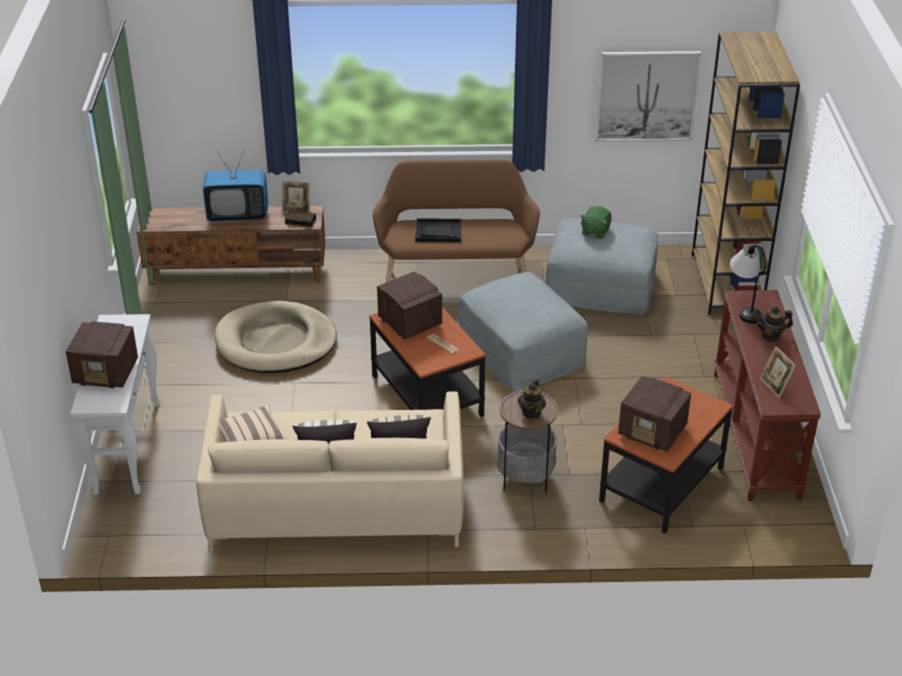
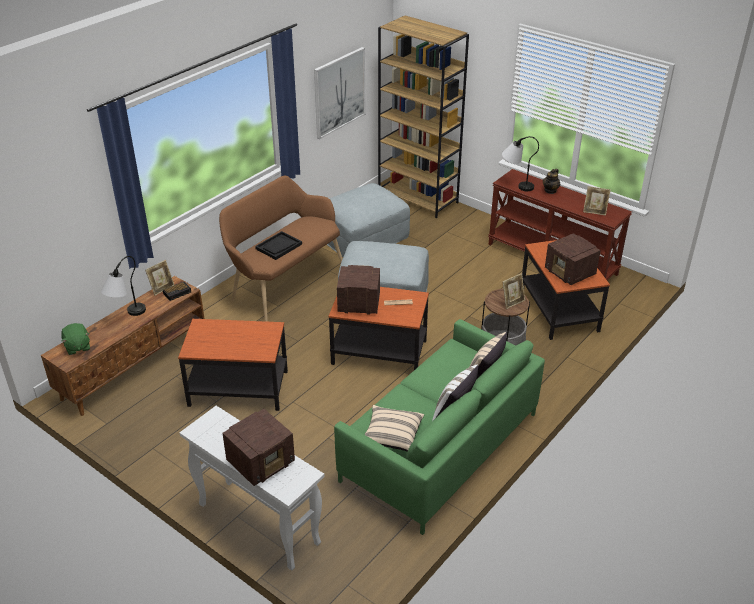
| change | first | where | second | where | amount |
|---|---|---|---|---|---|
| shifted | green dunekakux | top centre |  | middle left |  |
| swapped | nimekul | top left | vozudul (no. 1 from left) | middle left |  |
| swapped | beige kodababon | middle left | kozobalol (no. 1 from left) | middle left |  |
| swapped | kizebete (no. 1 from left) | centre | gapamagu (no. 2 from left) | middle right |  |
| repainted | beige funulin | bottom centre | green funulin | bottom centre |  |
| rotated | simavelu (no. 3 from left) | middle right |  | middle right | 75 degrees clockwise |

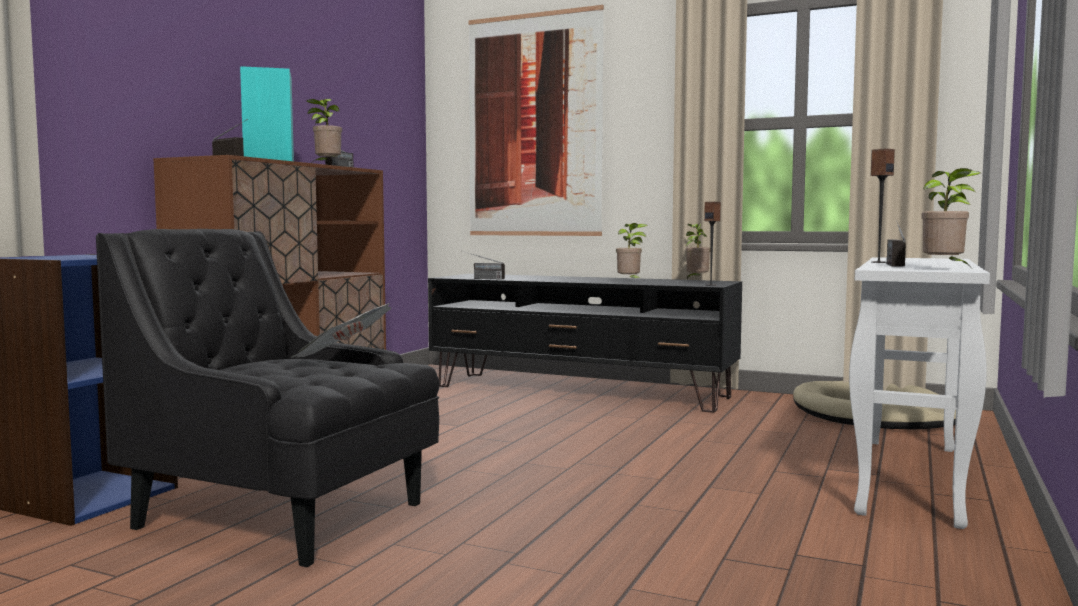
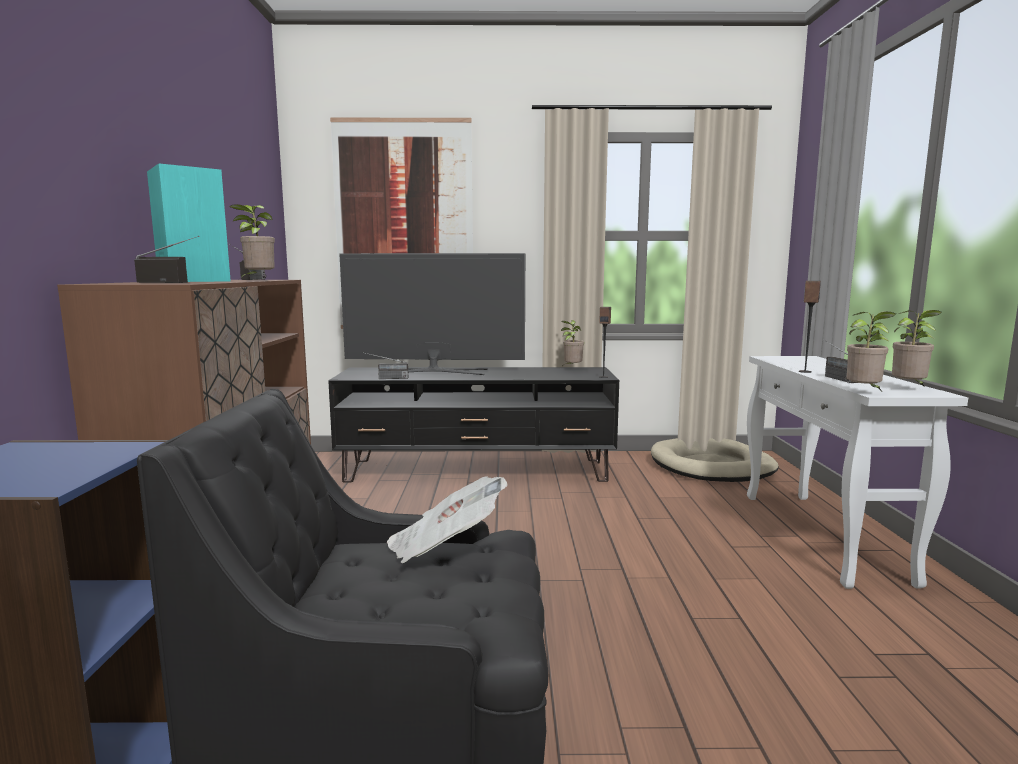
| change | first | where | second | where | amount |
|---|---|---|---|---|---|
| new |  |  | nimekul | centre |  |
| shifted | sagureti (no. 2 from left in the first image) | centre | sagureti (no. 3 from left) | middle right |  |

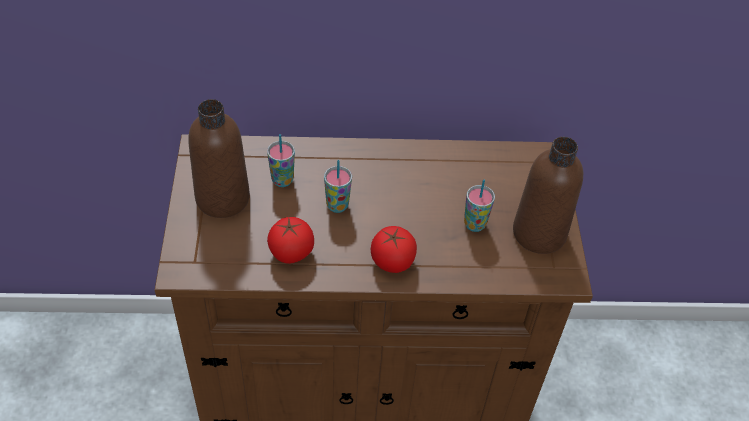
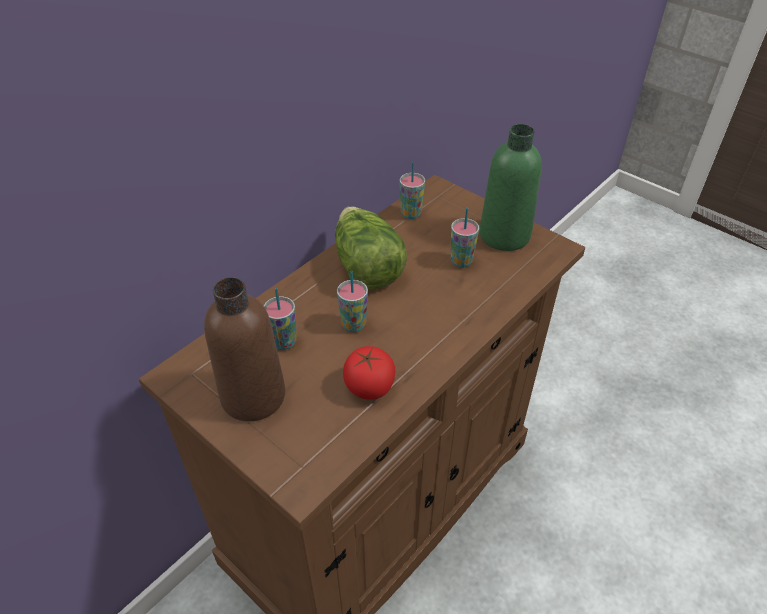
| change | first | where | second | where | amount |
|---|---|---|---|---|---|
| gone | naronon (no. 2 from left) | centre |  |  |  |
| new |  |  | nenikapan | centre |  |
| new |  |  | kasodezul (no. 3 from left) | top centre |  |
| repainted | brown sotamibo (no. 2 from left) | middle right | green sotamibo | top centre |  |

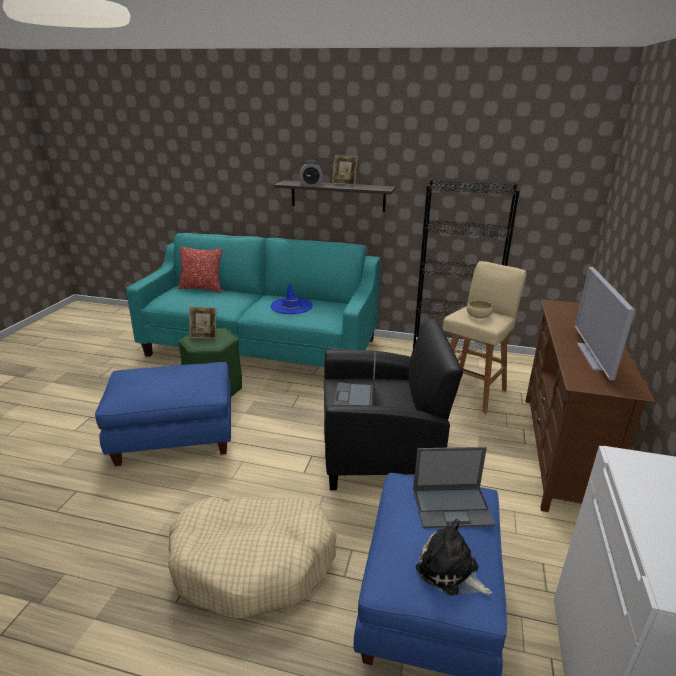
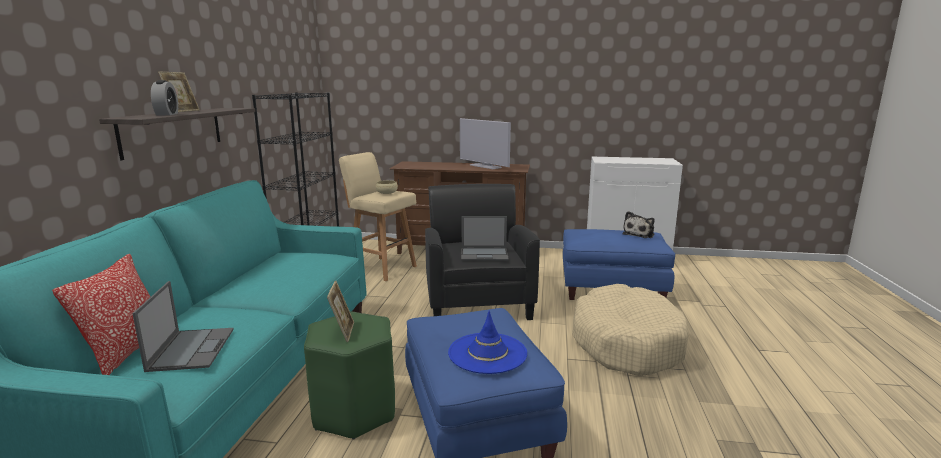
| change | first | where | second | where | amount |
|---|---|---|---|---|---|
| shifted | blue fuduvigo | centre |  | bottom centre |  |
| shifted | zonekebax (no. 2 from left in the first image) | bottom right | zonekebax (no. 1 from left) | bottom left |  |
| rotated | nimekul | middle right |  | top centre | 45 degrees clockwise |

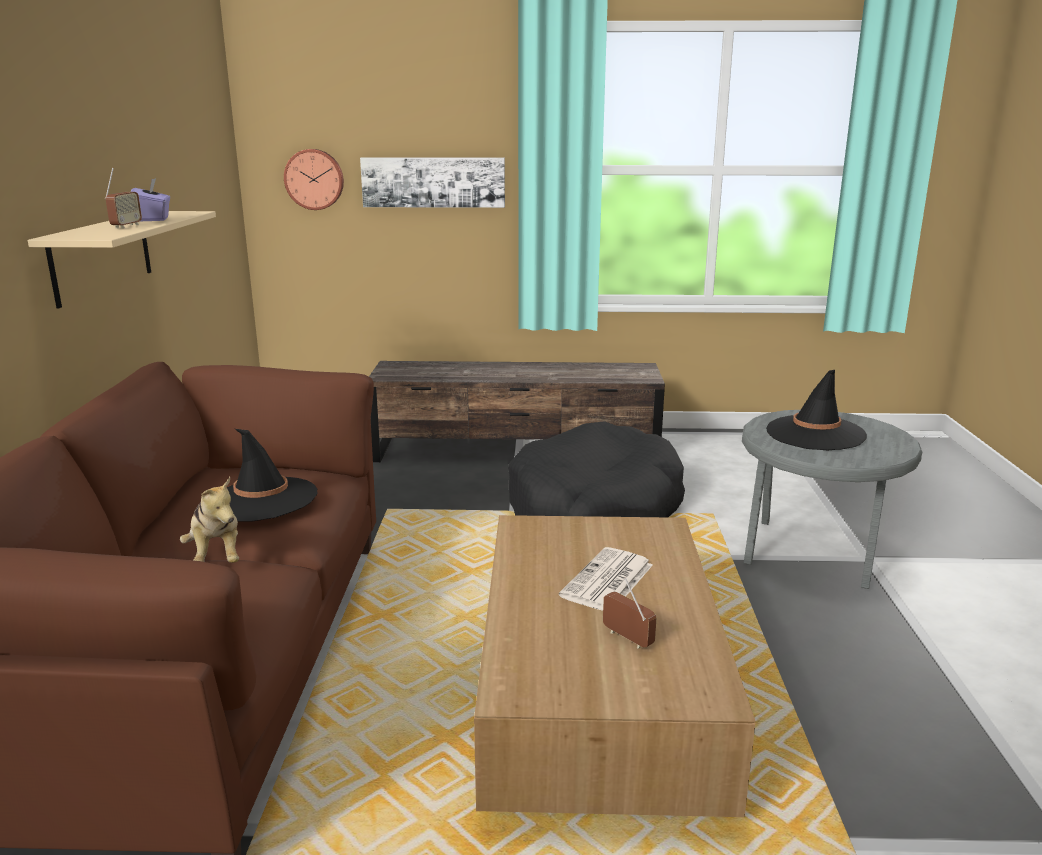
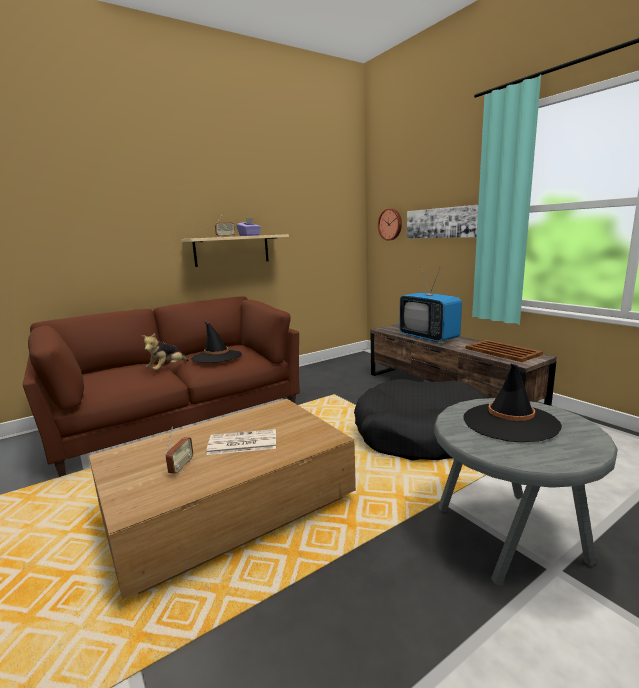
| change | first | where | second | where | amount |
|---|---|---|---|---|---|
| new |  |  | nimekul | middle right |  |
| new |  |  | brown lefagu | middle right |  |

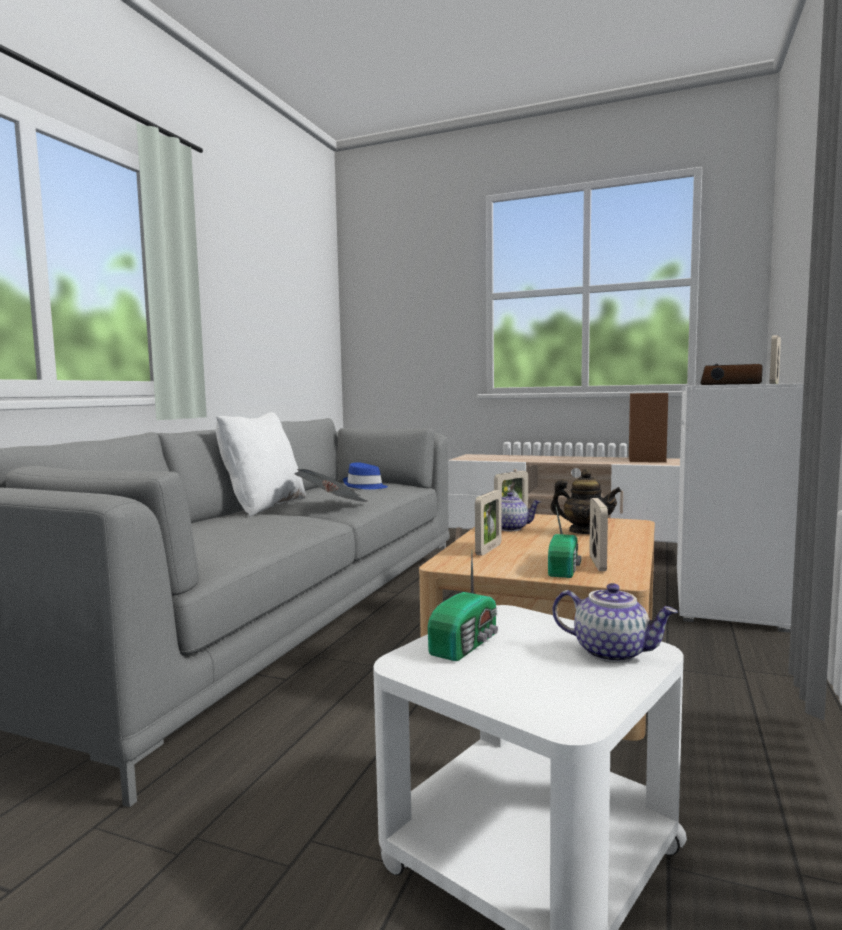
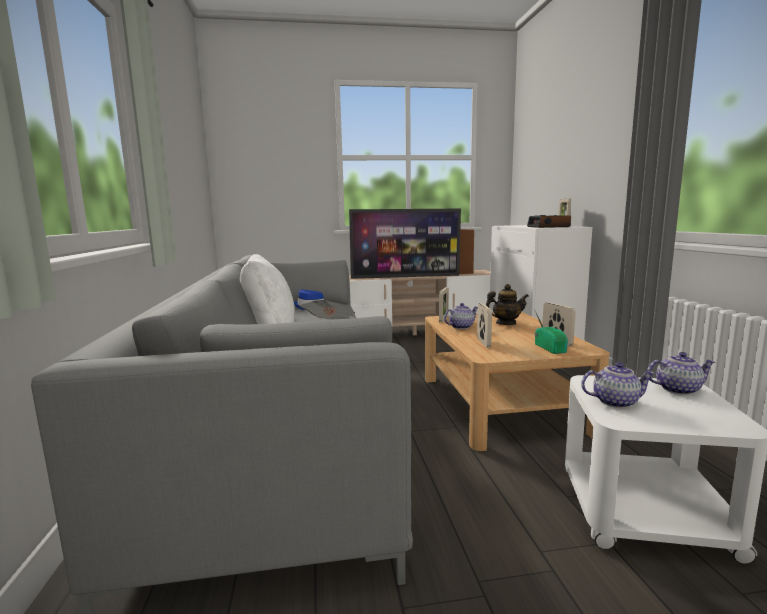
| change | first | where | second | where | amount |
|---|---|---|---|---|---|
| new |  |  | nimekul | centre |  |
| swapped | simavelu (no. 1 from left) | centre | kizebete (no. 3 from left) | middle right |  |

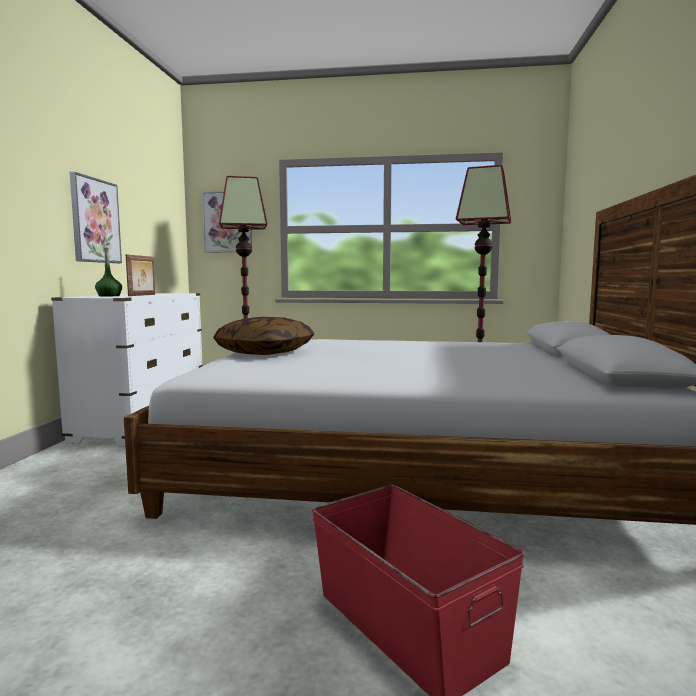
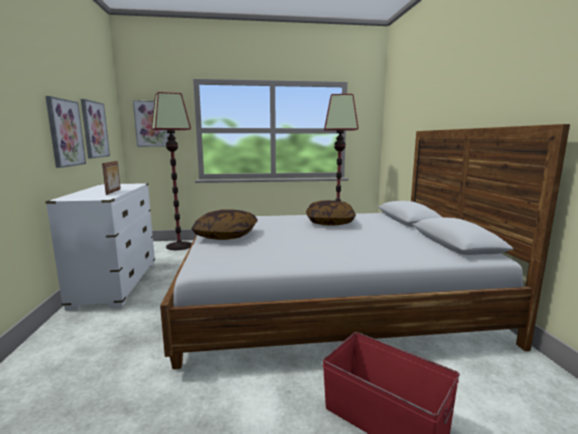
| change | first | where | second | where | amount |
|---|---|---|---|---|---|
| gone | green sotamibo | middle left |  |  |  |
| new |  |  | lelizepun (no. 2 from left) | top left |  |
| new |  |  | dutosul (no. 2 from left) | centre |  |

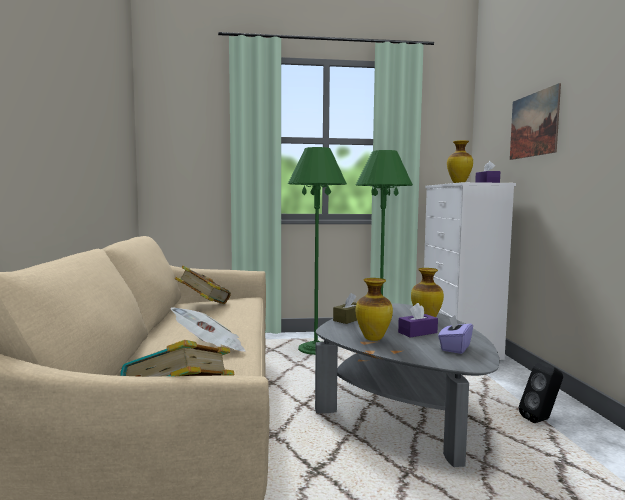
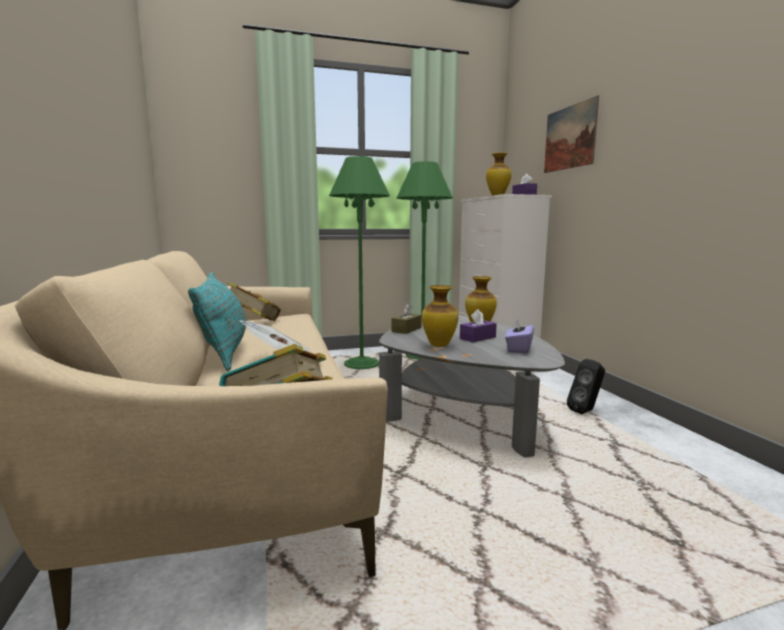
| change | first | where | second | where | amount |
|---|---|---|---|---|---|
| new |  |  | turquoise dutosul | middle left |  |

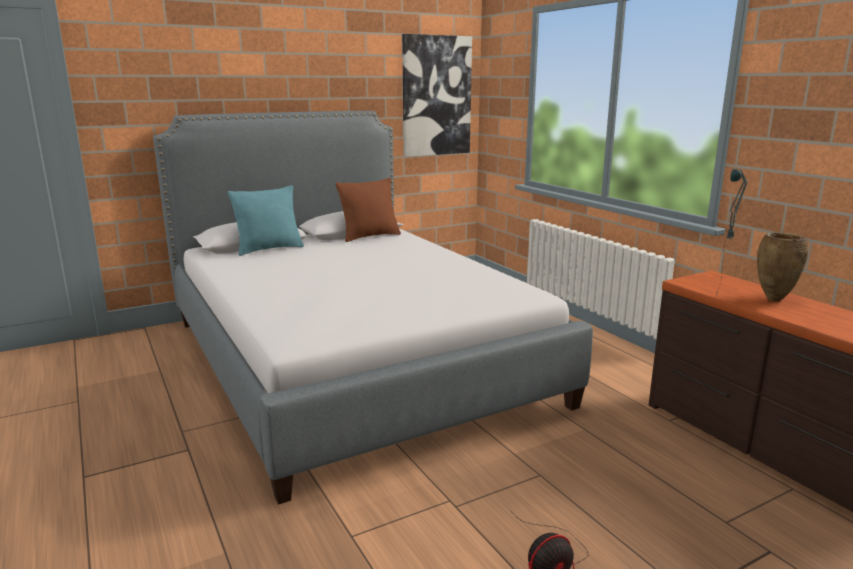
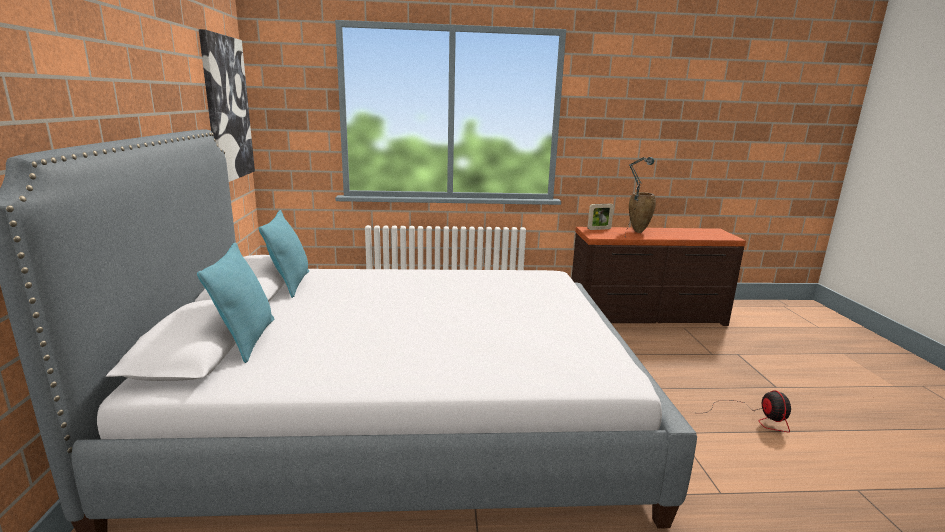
| change | first | where | second | where | amount |
|---|---|---|---|---|---|
| new |  |  | gapamagu | centre |  |
| repainted | brown dutosul | centre | turquoise dutosul (no. 2 from left) | middle left |  |

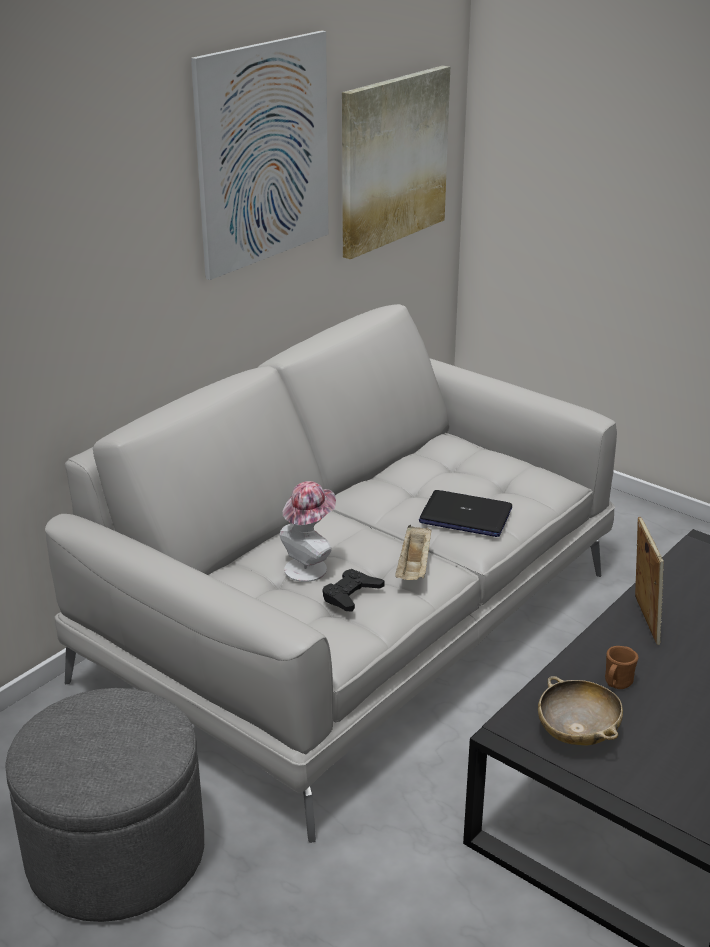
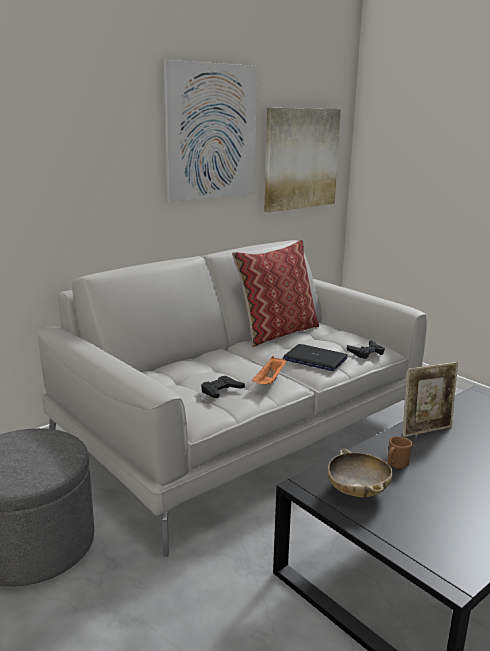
| change | first | where | second | where | amount |
|---|---|---|---|---|---|
| gone | fuduvigo | centre |  |  |  |
| new |  |  | dutosul | centre |  |
| new |  |  | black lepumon (no. 2 from left) | middle right |  |
| repainted | beige lefagu | centre | orange lefagu | centre |  |
| rotated | gapamagu | middle right |  | middle right | 60 degrees clockwise |

